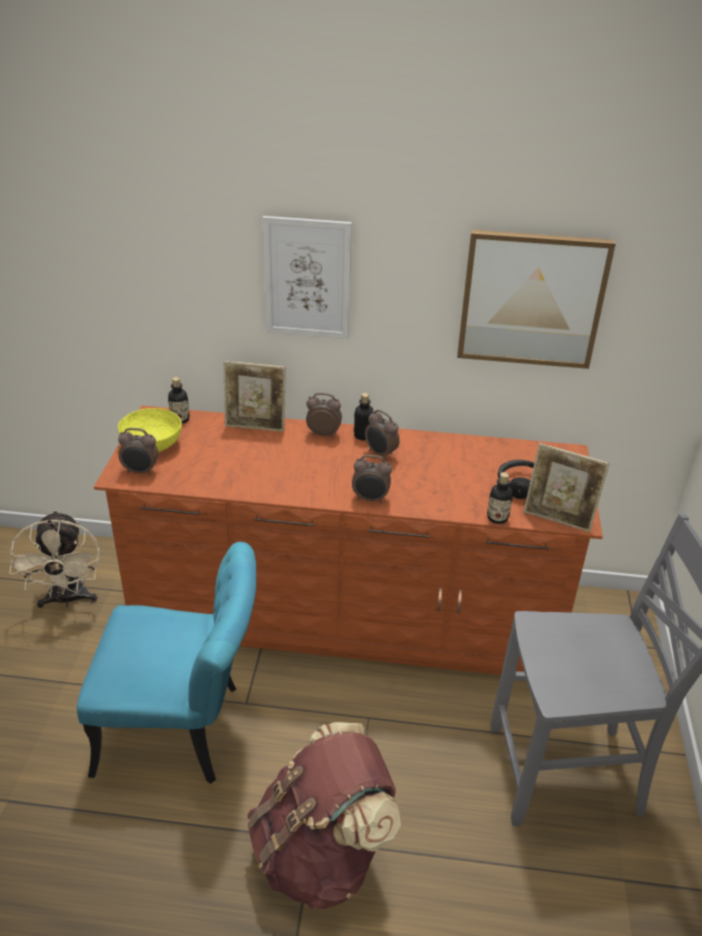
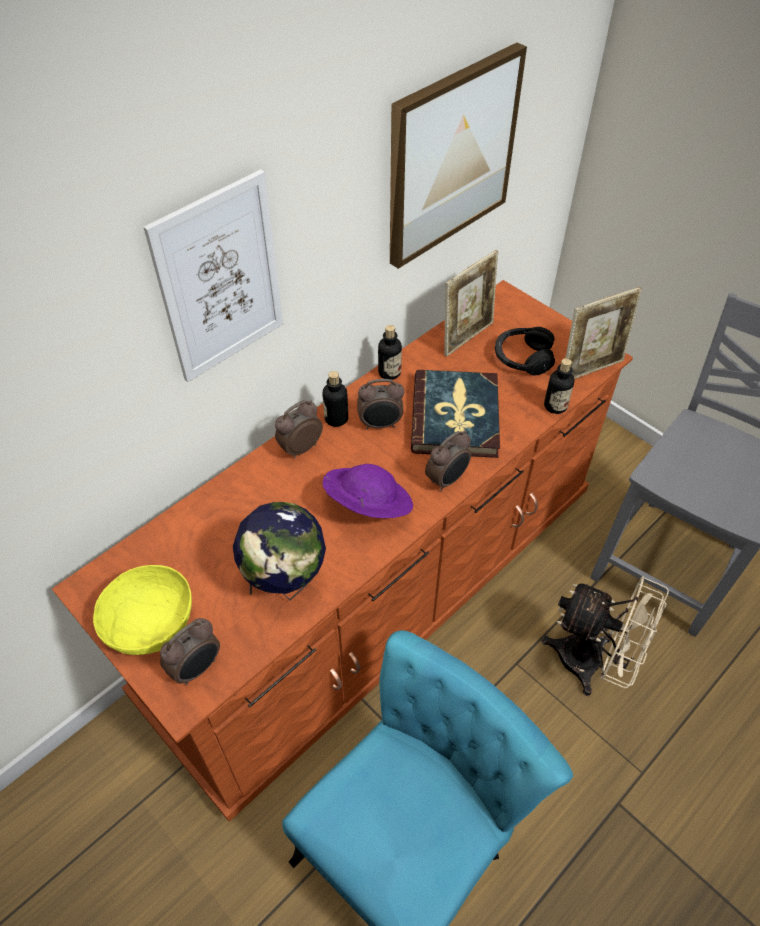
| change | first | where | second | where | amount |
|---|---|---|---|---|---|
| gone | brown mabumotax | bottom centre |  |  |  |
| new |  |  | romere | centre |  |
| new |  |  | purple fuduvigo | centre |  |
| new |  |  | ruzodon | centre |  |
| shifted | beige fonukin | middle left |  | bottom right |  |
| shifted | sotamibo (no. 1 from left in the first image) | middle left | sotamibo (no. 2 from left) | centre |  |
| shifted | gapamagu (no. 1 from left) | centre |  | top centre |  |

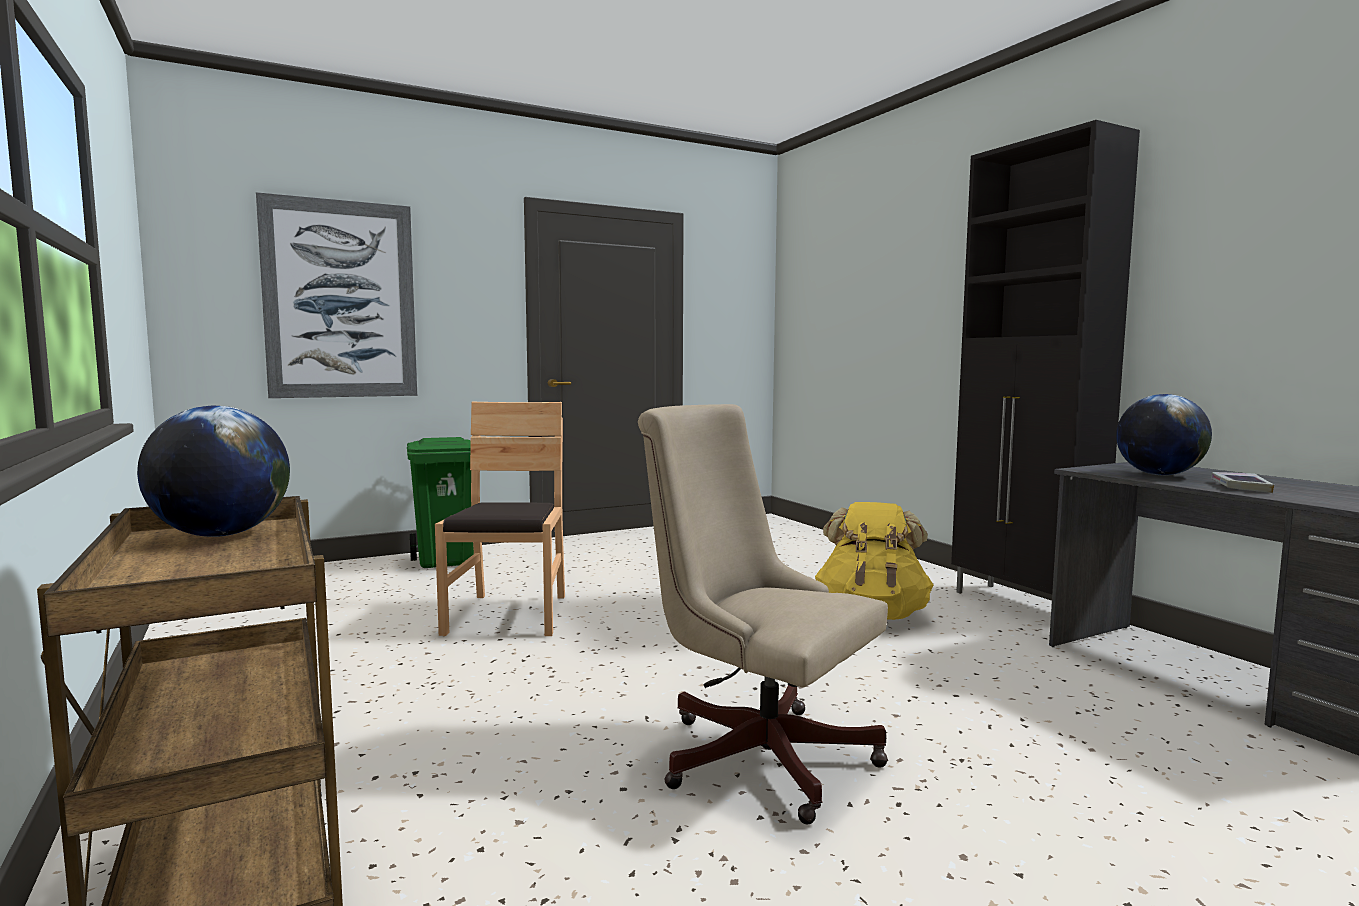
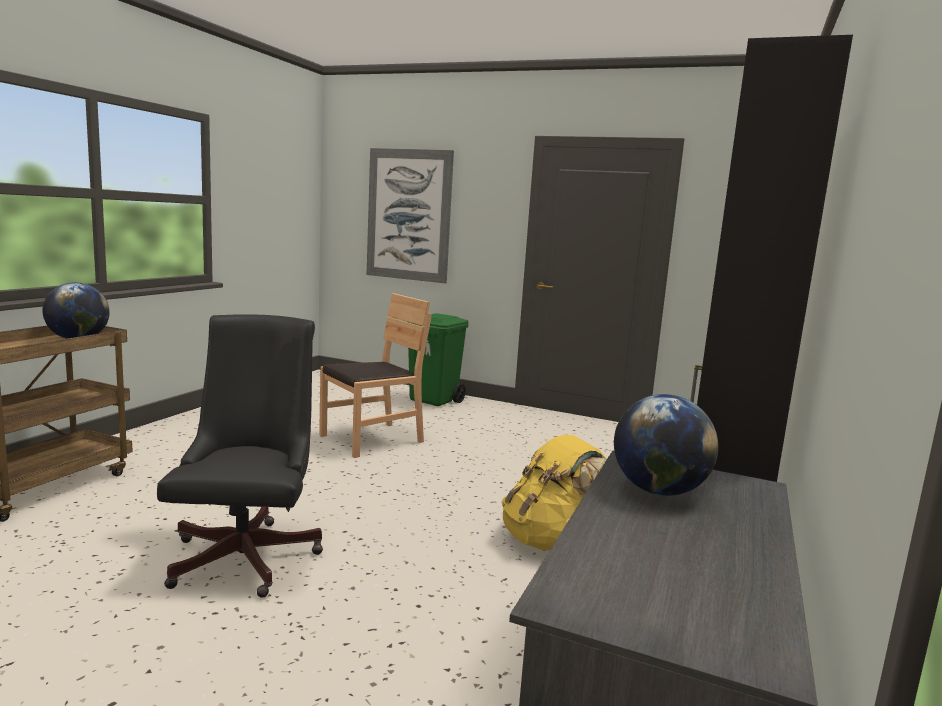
| change | first | where | second | where | amount |
|---|---|---|---|---|---|
| gone | ruzodon | middle right |  |  |  |
| repainted | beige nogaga | bottom centre | black nogaga | middle left |  |

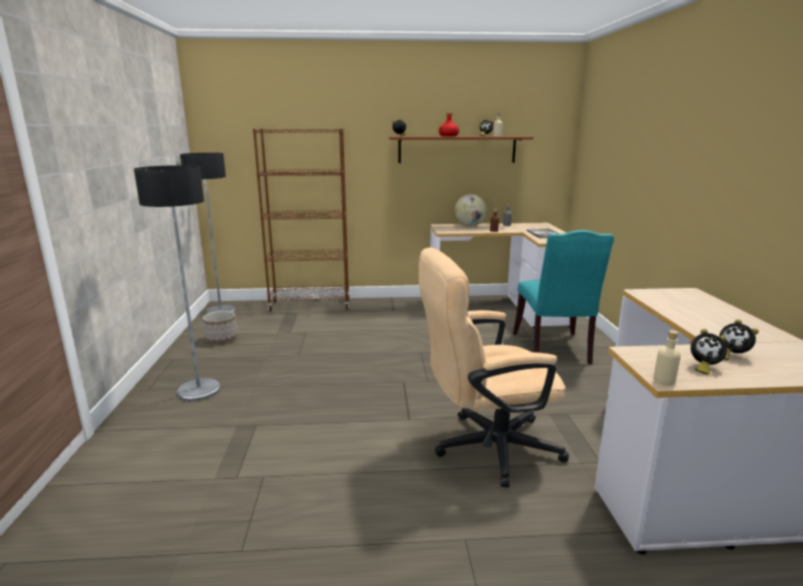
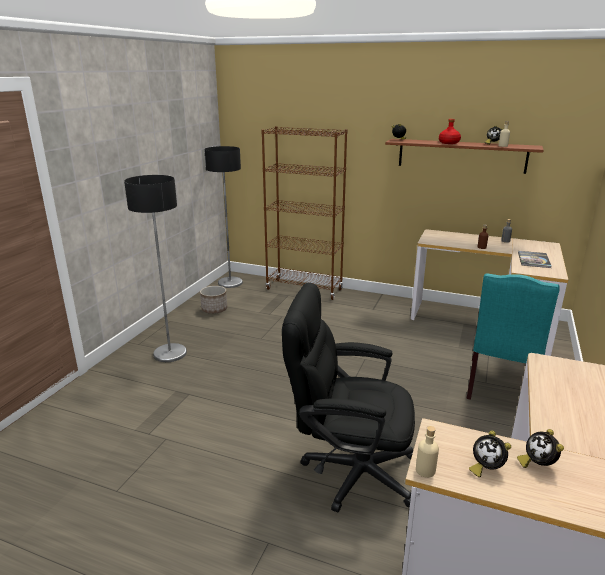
| change | first | where | second | where | amount |
|---|---|---|---|---|---|
| gone | romere | centre |  |  |  |
| repainted | beige nogaga | centre | black nogaga | bottom centre |  |

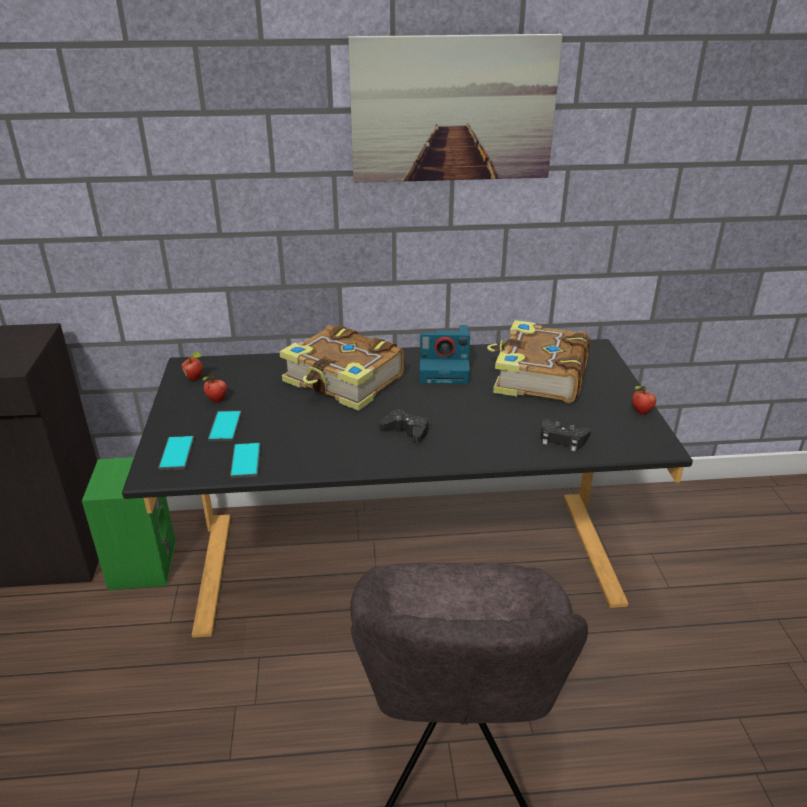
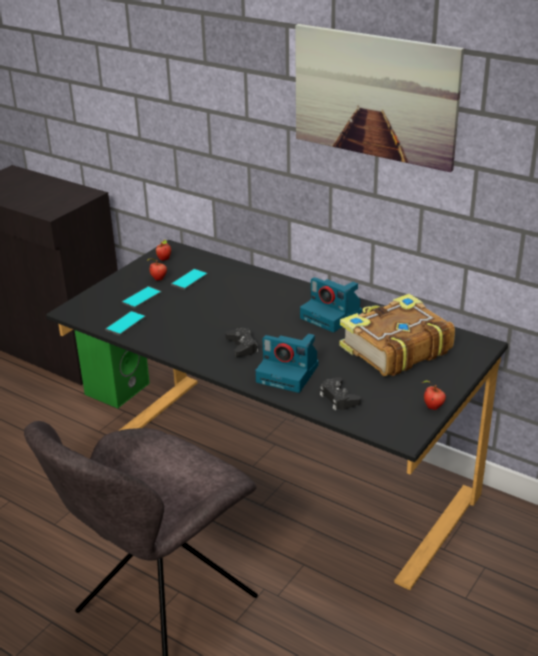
| change | first | where | second | where | amount |
|---|---|---|---|---|---|
| gone | ruzodon (no. 1 from left) | centre |  |  |  |
| new |  |  | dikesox (no. 1 from left) | centre |  |
| shifted | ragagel (no. 1 from left in the first image) | middle left | ragagel (no. 3 from left) | centre |  |

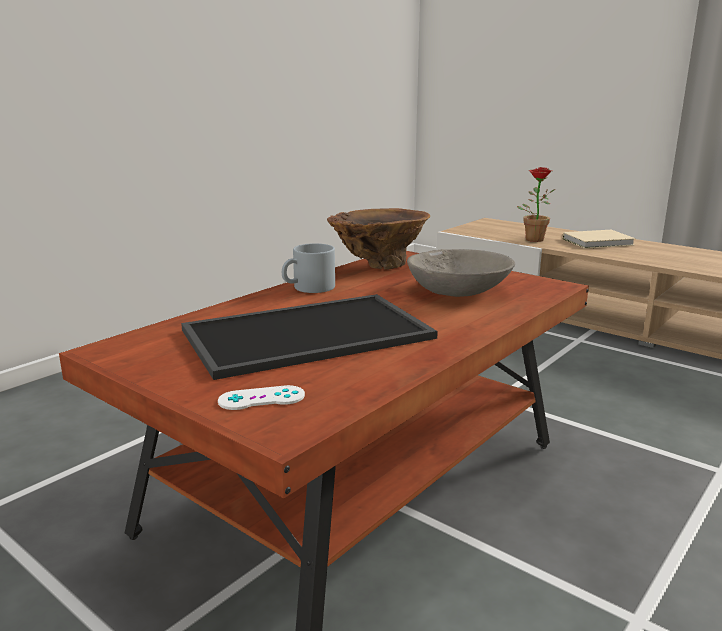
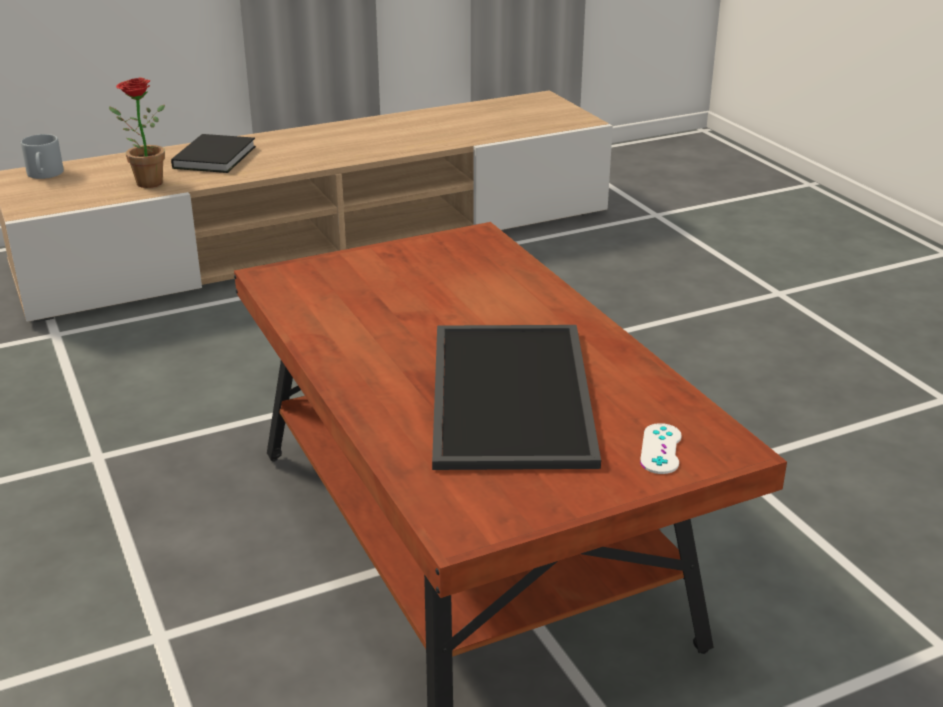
| change | first | where | second | where | amount |
|---|---|---|---|---|---|
| gone | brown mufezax | centre |  |  |  |
| gone | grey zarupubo | centre |  |  |  |
| shifted | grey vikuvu | centre |  | top left |  |
| repainted | beige ruzodon | middle right | black ruzodon | top left |  |

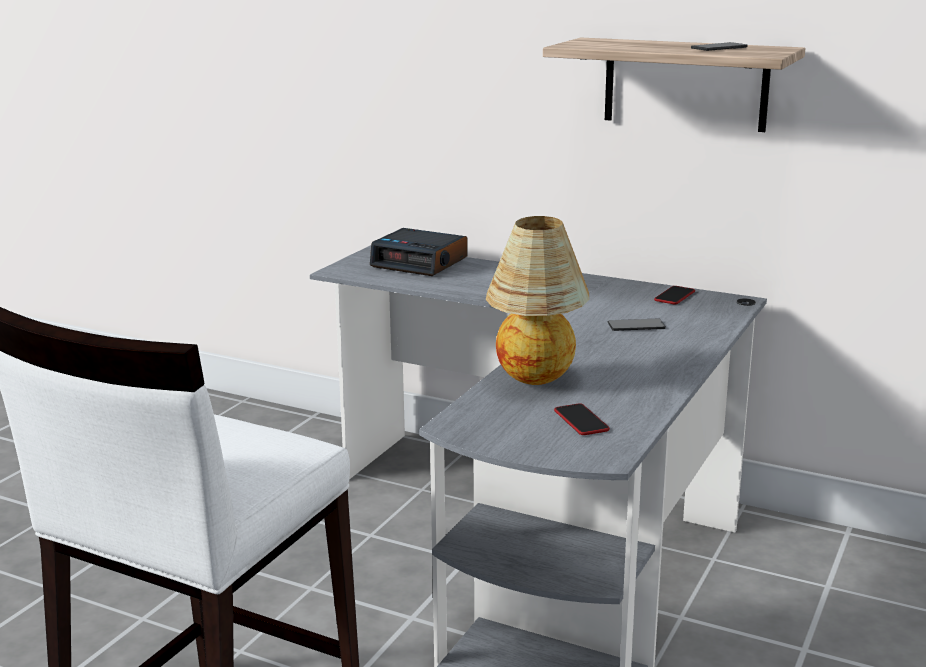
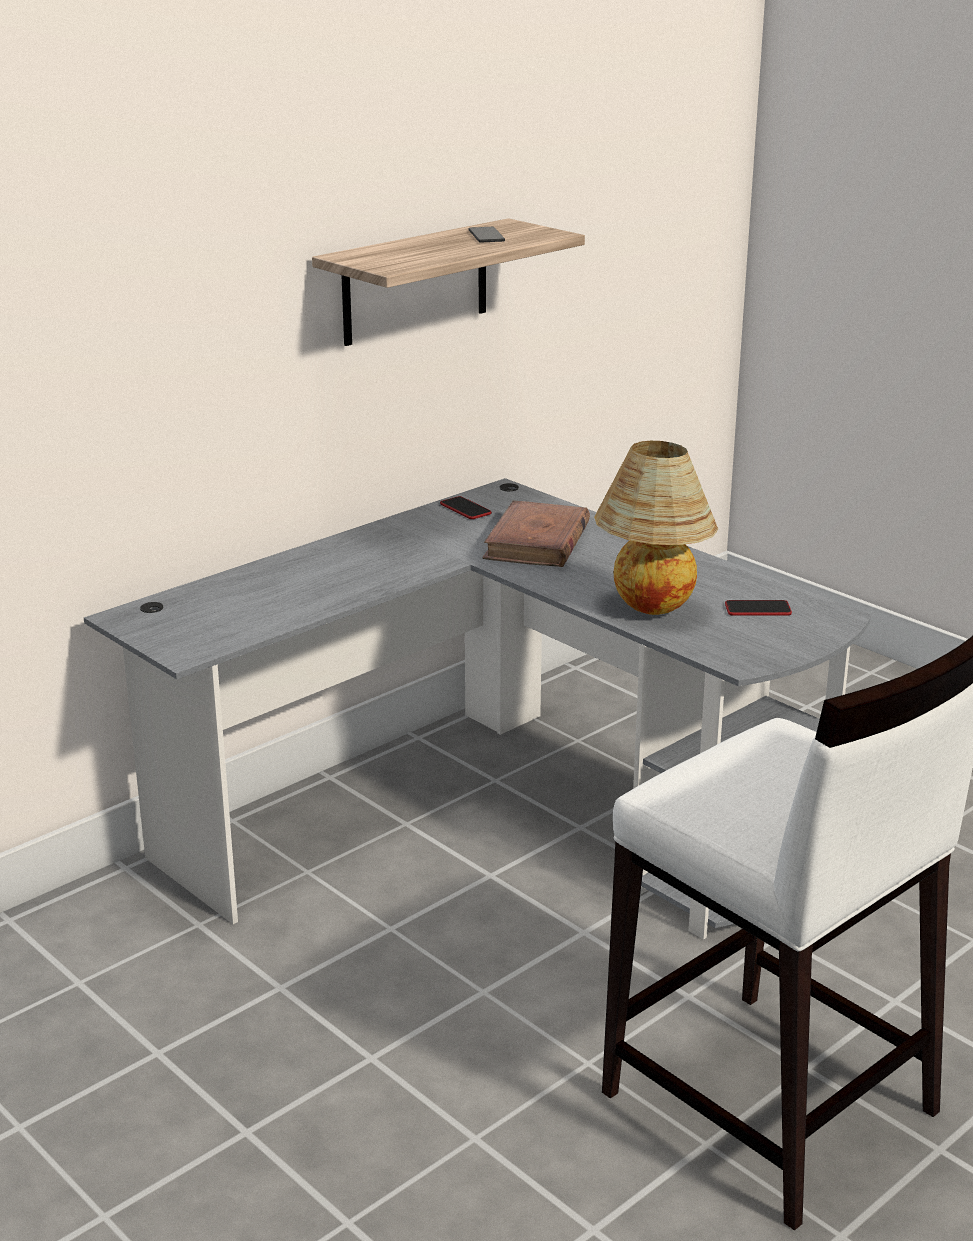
| change | first | where | second | where | amount |
|---|---|---|---|---|---|
| gone | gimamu | centre |  |  |  |
| swapped | ragagel (no. 2 from left) | middle right | brown ruzodon | centre |  |

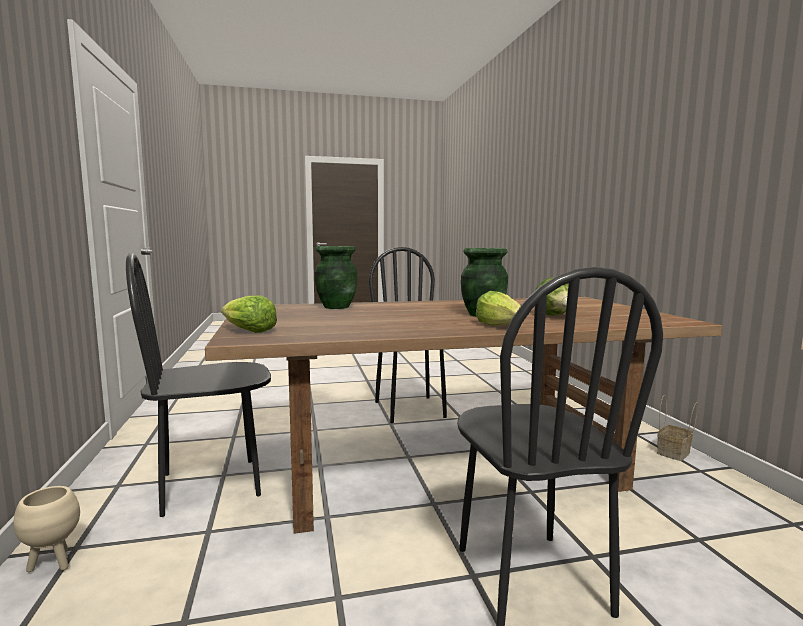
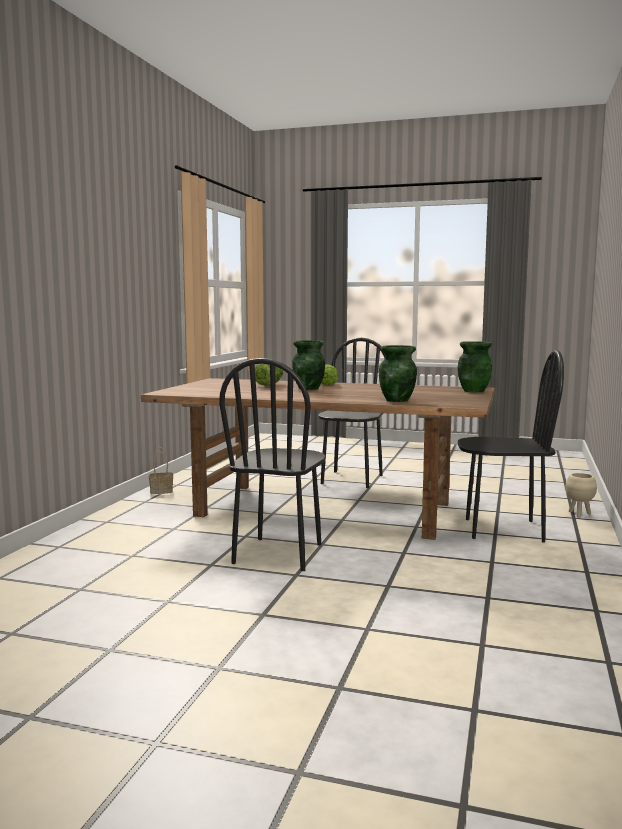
| change | first | where | second | where | amount |
|---|---|---|---|---|---|
| swapped | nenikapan (no. 1 from left) | middle left | green mufezax (no. 3 from left) | middle right |  |

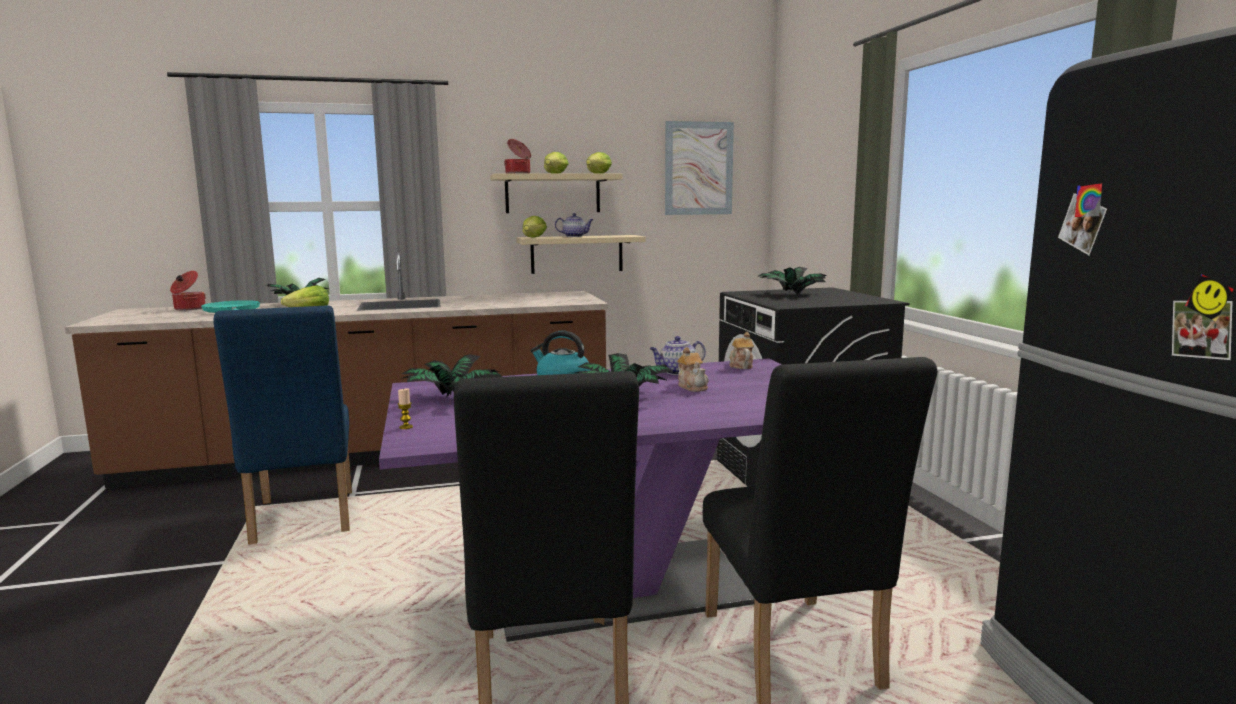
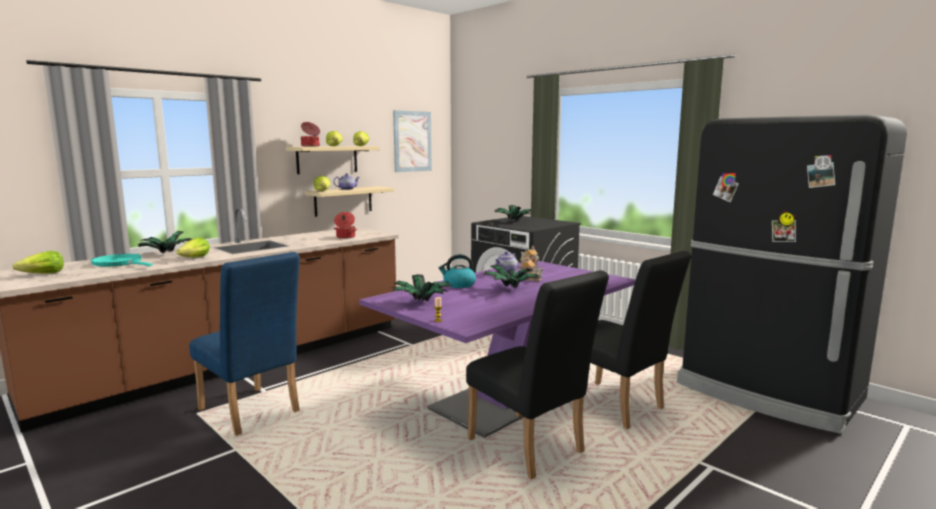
| change | first | where | second | where | amount |
|---|---|---|---|---|---|
| new |  |  | nenikapan (no. 1 from left) | middle left |  |
| shifted | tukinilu (no. 1 from left in the first image) | middle left | tukinilu (no. 2 from left) | centre |  |

